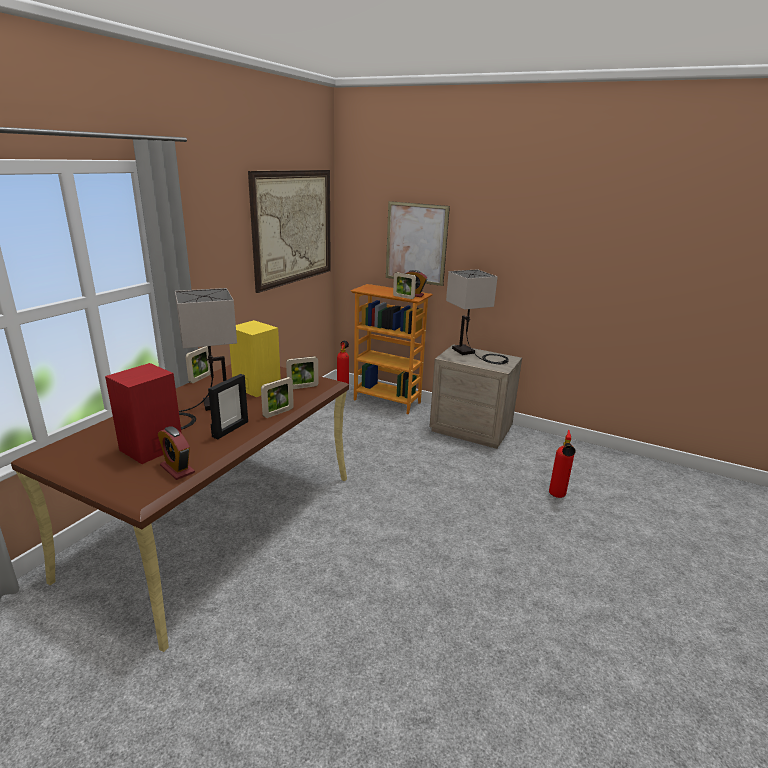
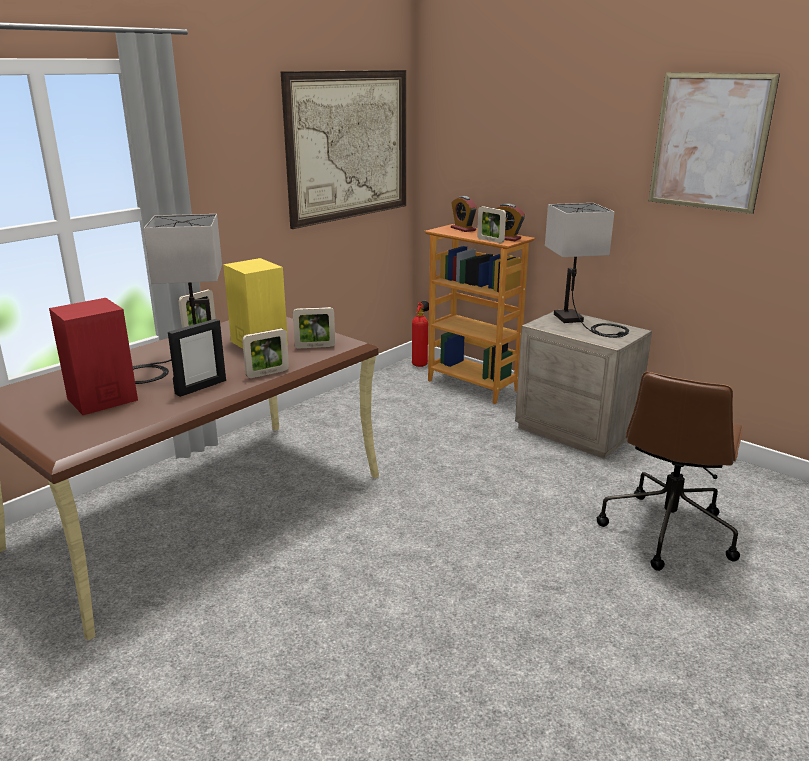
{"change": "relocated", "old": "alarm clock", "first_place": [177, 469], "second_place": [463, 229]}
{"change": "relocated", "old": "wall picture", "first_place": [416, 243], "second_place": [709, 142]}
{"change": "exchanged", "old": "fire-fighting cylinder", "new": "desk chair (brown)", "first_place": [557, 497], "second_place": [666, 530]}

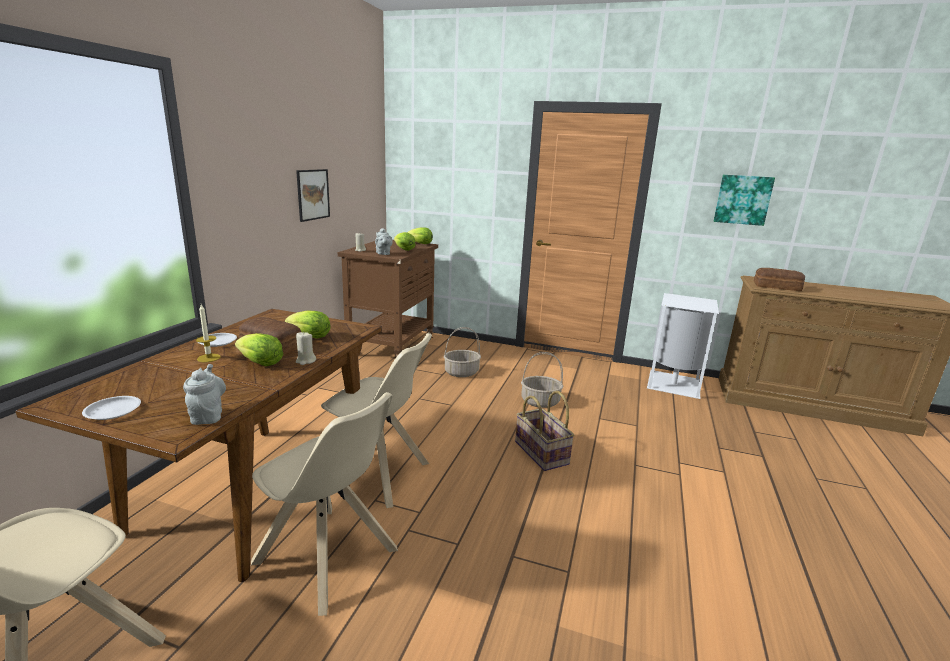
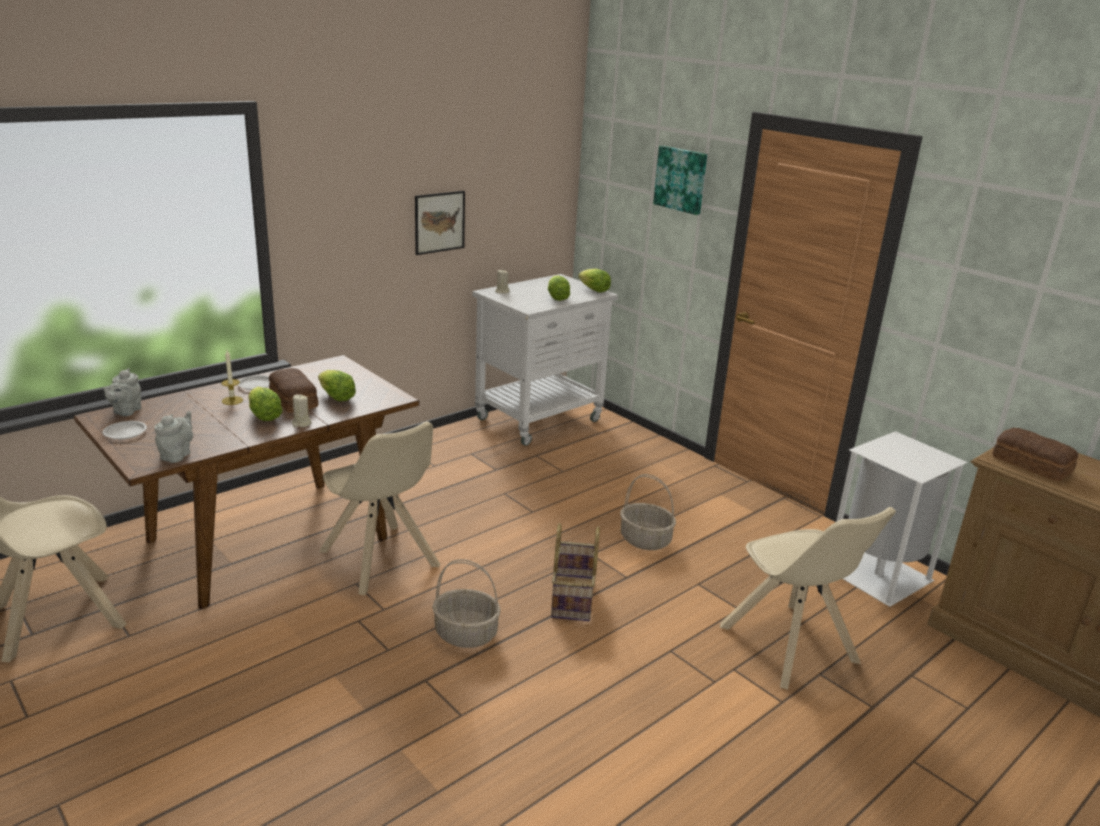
{"change": "relocated", "old": "plain chair (beige)", "first_place": [329, 558], "second_place": [791, 647]}
{"change": "relocated", "old": "teapot (grey)", "first_place": [383, 253], "second_place": [126, 411]}
{"change": "relocated", "old": "household basket", "first_place": [462, 372], "second_place": [466, 634]}
{"change": "relocated", "old": "wall picture", "first_place": [742, 199], "second_place": [681, 179]}
{"change": "colour", "old": "cart (brown)", "new": "cart (white)", "first_place": [392, 347], "second_place": [540, 420]}

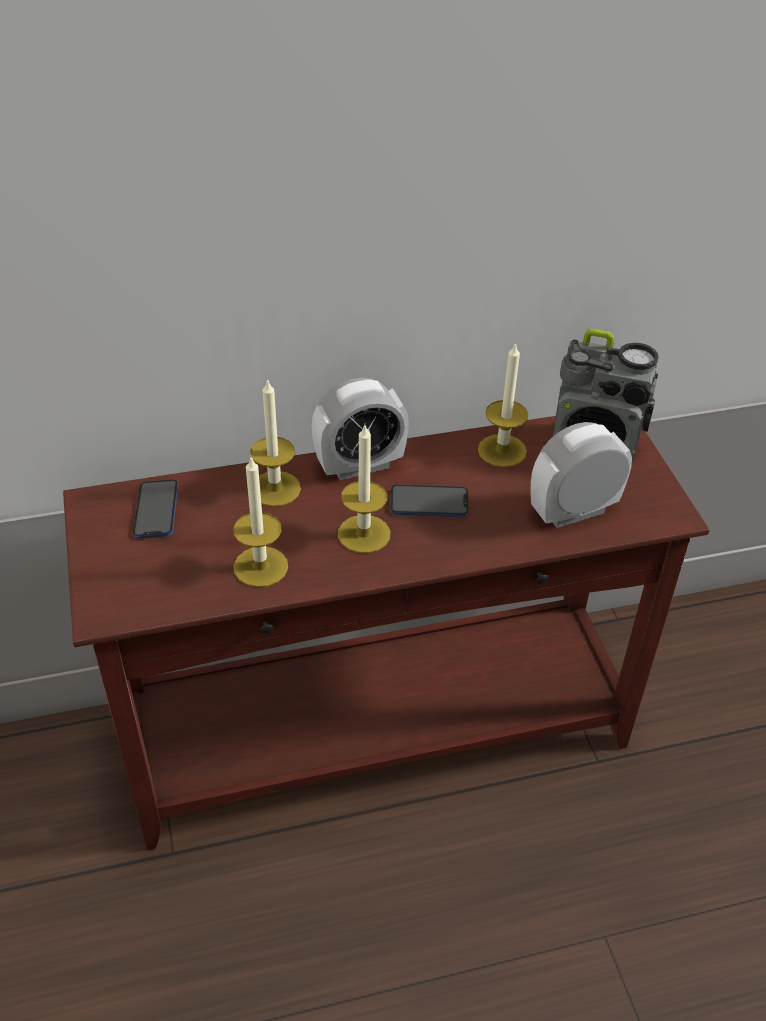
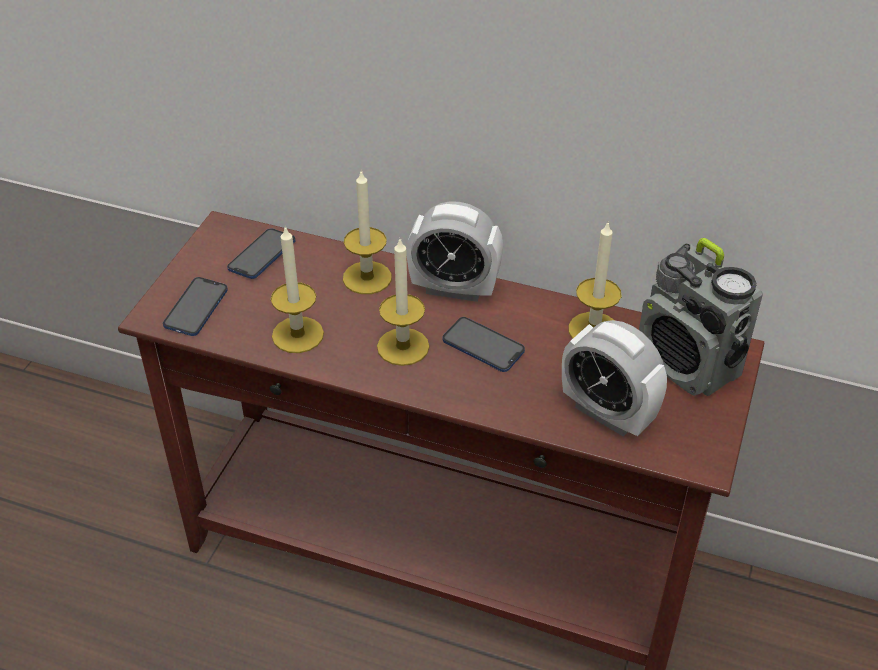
{"change": "appeared", "new": "handset", "second_place": [196, 308]}
{"change": "spun", "old": "alarm clock", "first_place": [573, 512], "second_place": [607, 413], "degrees": -150}

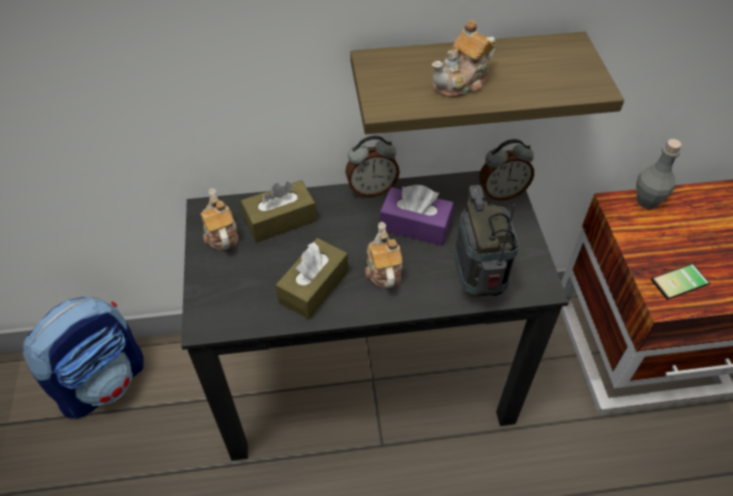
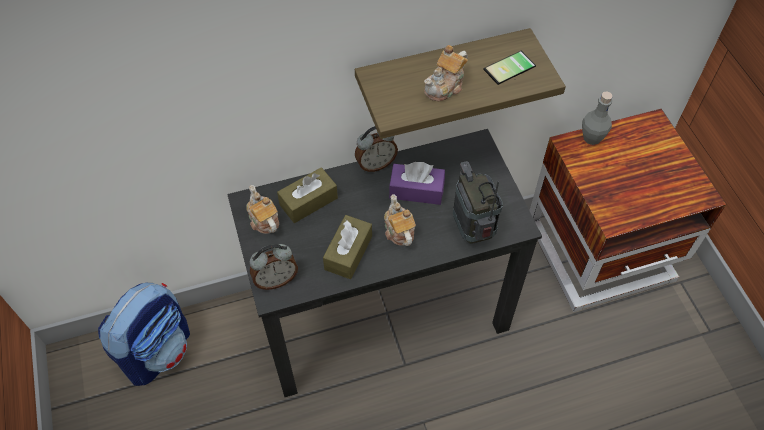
{"change": "relocated", "old": "alarm clock", "first_place": [501, 192], "second_place": [276, 280]}
{"change": "relocated", "old": "handset", "first_place": [681, 284], "second_place": [511, 69]}

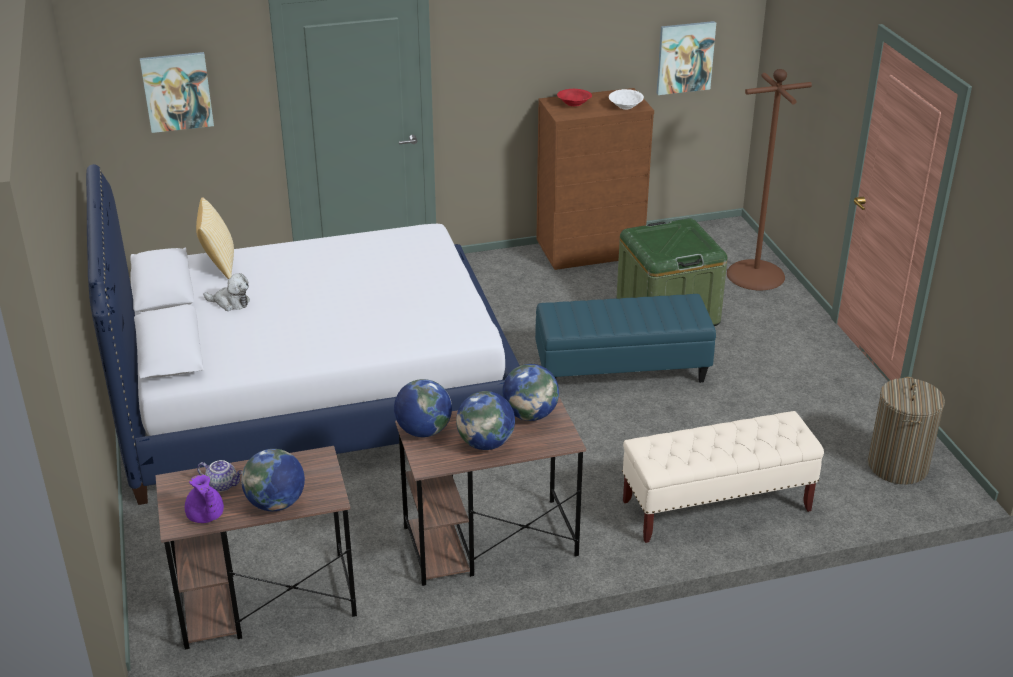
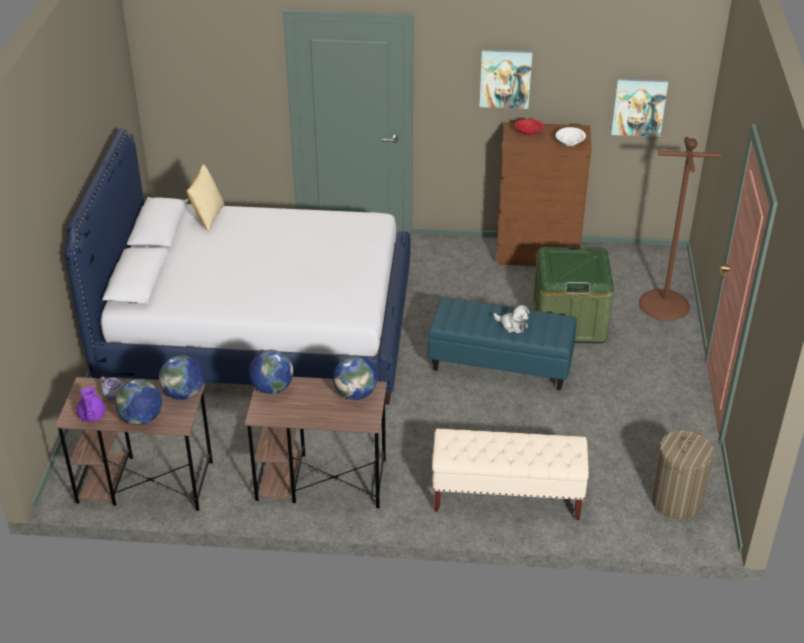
{"change": "relocated", "old": "wall picture", "first_place": [177, 91], "second_place": [505, 78]}
{"change": "relocated", "old": "plush toy", "first_place": [230, 303], "second_place": [512, 325]}
{"change": "relocated", "old": "world globe", "first_place": [486, 443], "second_place": [184, 394]}

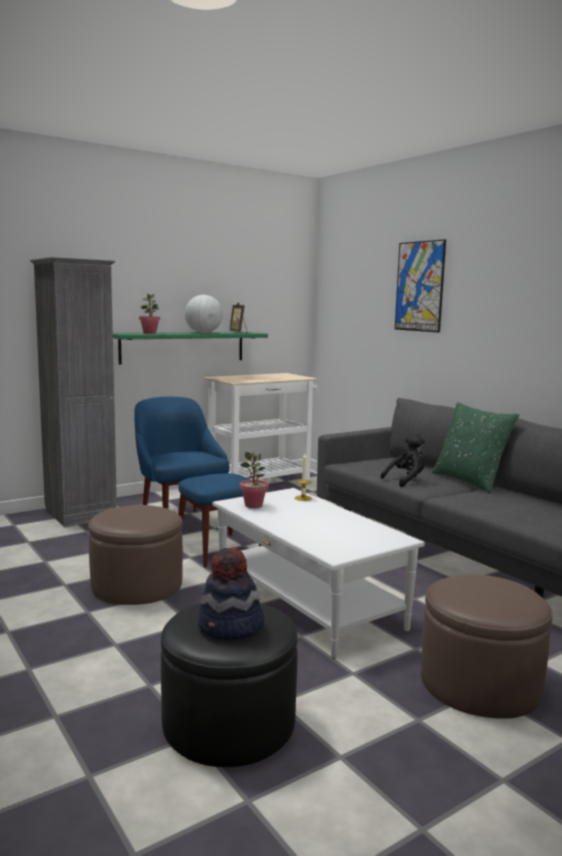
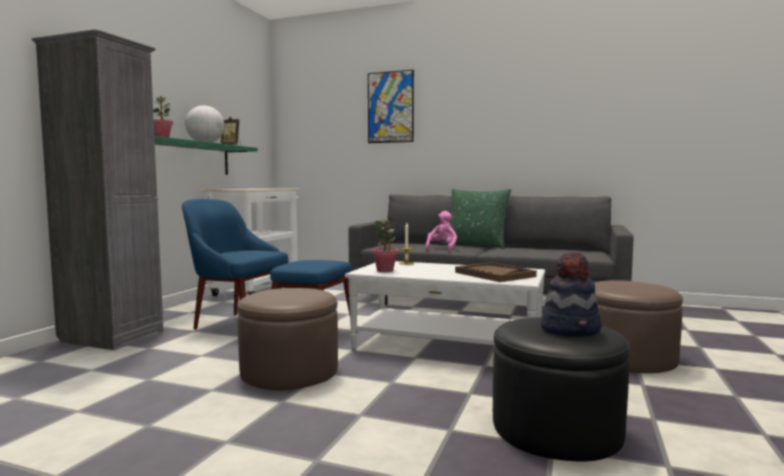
{"change": "appeared", "new": "carrying tray (brown)", "second_place": [494, 274]}
{"change": "colour", "old": "plush toy (black)", "new": "plush toy (pink)", "first_place": [406, 480], "second_place": [442, 249]}

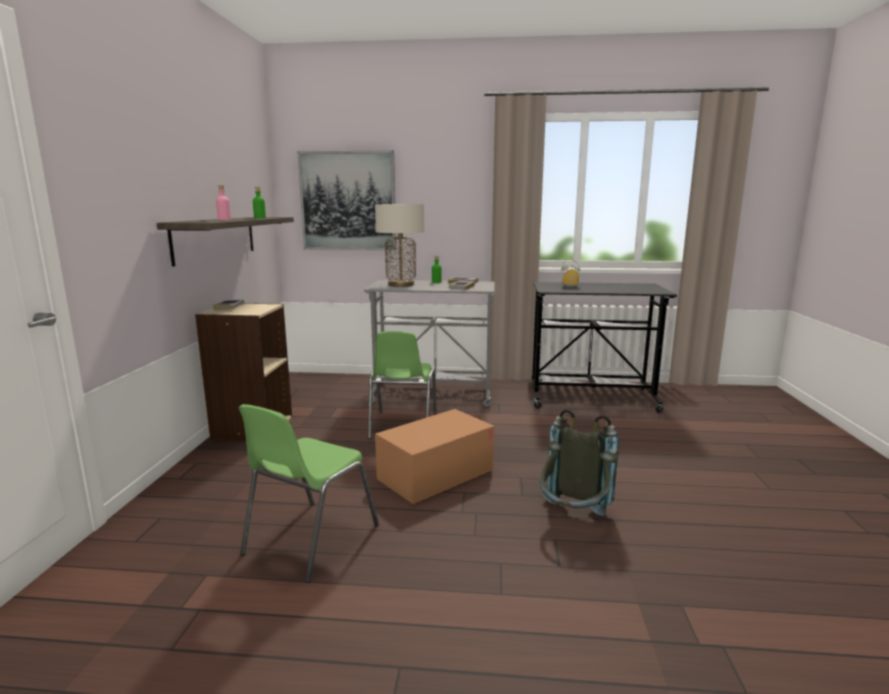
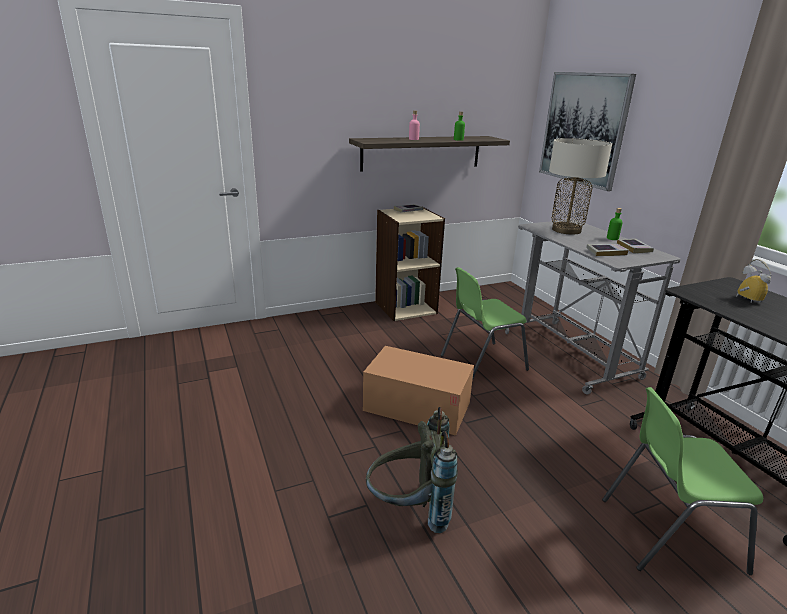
{"change": "relocated", "old": "plain chair (greenish)", "first_place": [309, 540], "second_place": [667, 532]}

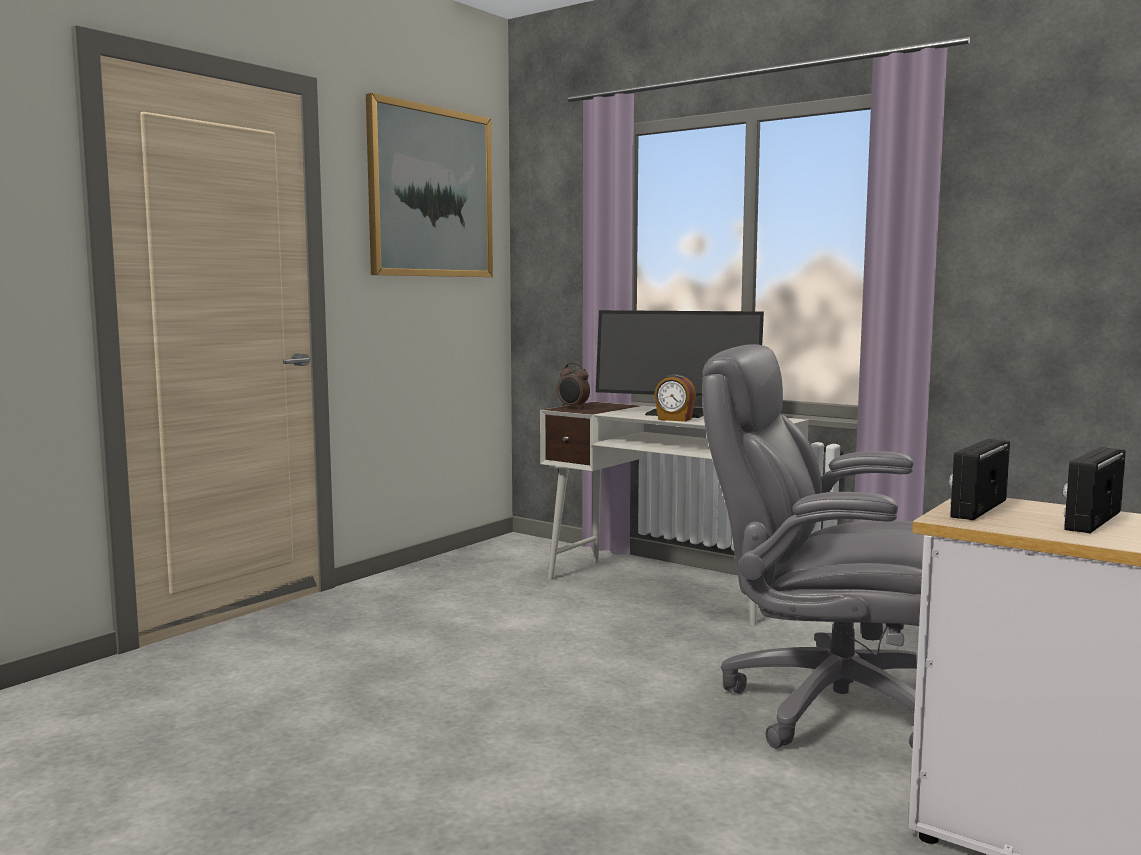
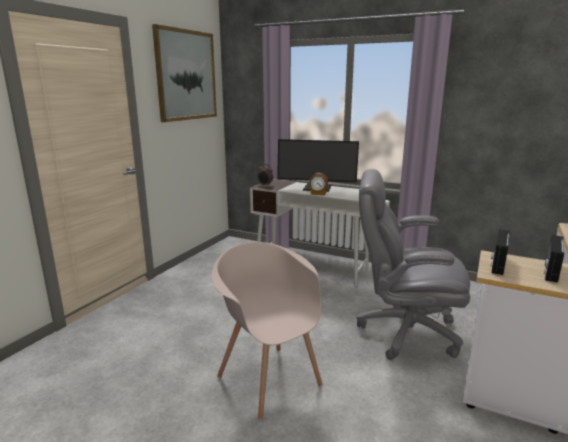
{"change": "appeared", "new": "plain chair (beige)", "second_place": [269, 379]}

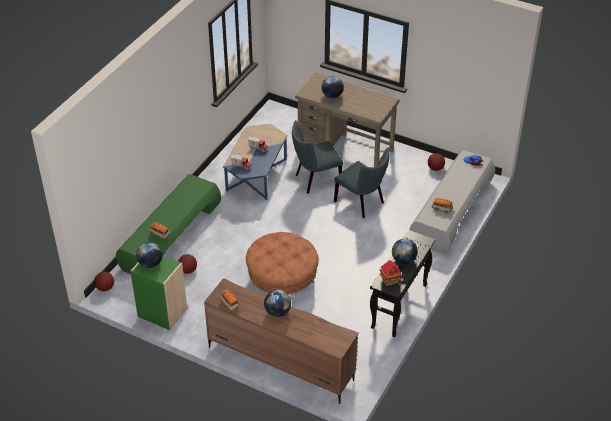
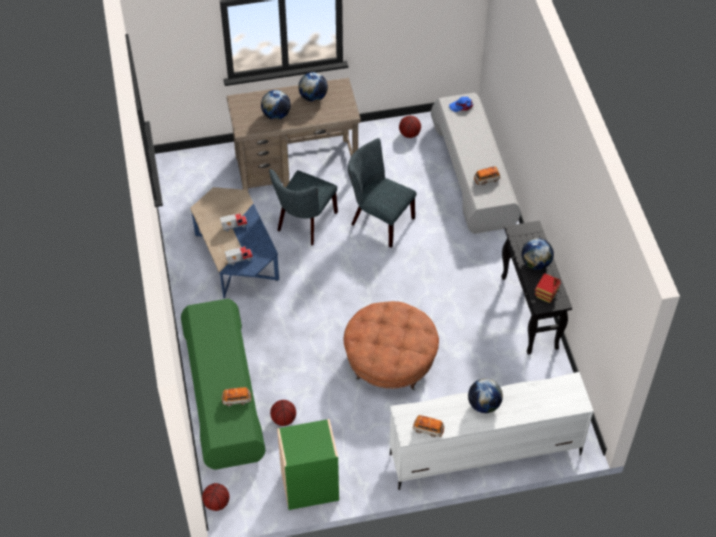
{"change": "relocated", "old": "world globe", "first_place": [150, 264], "second_place": [313, 97]}
{"change": "colour", "old": "dresser (brown)", "new": "dresser (white)", "first_place": [280, 362], "second_place": [484, 453]}
{"change": "spun", "old": "plain chair (grey)", "first_place": [362, 203], "second_place": [378, 220], "degrees": -150}

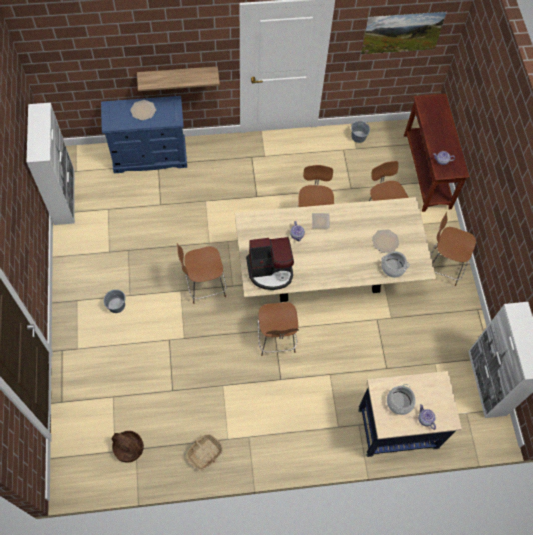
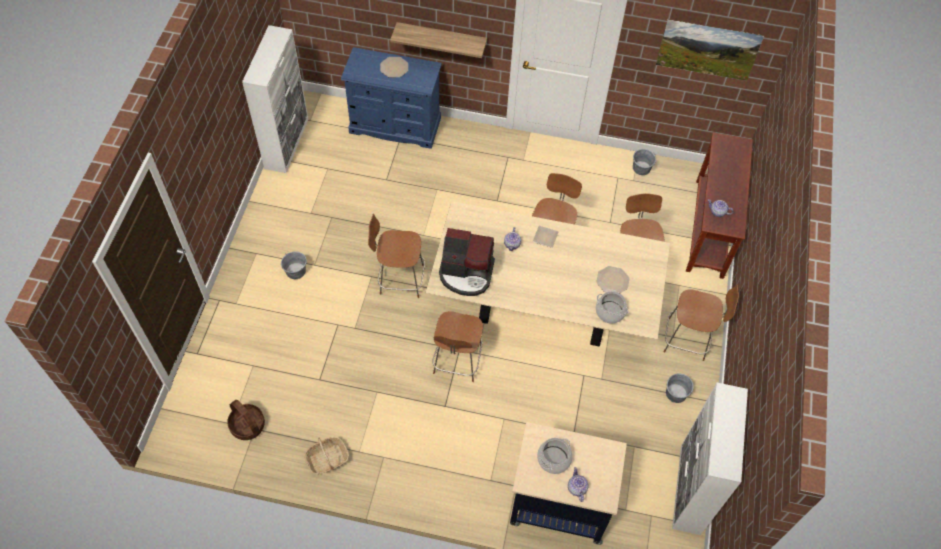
{"change": "appeared", "new": "water bucket (grey)", "second_place": [675, 393]}
{"change": "spun", "old": "plain chair (brown)", "first_place": [443, 266], "second_place": [688, 339], "degrees": 150}

